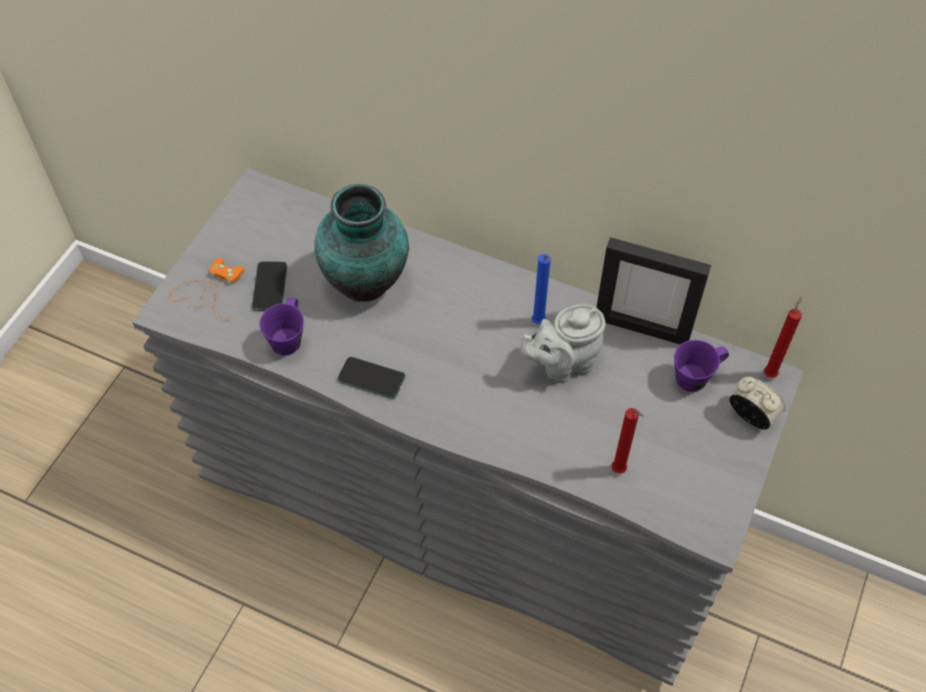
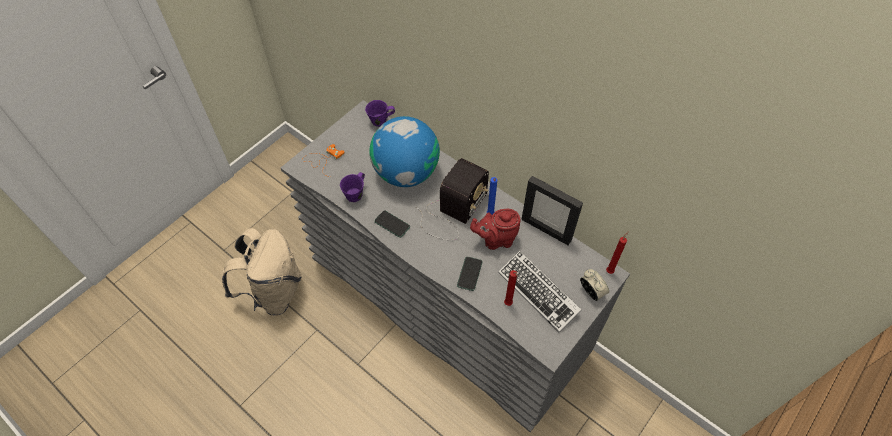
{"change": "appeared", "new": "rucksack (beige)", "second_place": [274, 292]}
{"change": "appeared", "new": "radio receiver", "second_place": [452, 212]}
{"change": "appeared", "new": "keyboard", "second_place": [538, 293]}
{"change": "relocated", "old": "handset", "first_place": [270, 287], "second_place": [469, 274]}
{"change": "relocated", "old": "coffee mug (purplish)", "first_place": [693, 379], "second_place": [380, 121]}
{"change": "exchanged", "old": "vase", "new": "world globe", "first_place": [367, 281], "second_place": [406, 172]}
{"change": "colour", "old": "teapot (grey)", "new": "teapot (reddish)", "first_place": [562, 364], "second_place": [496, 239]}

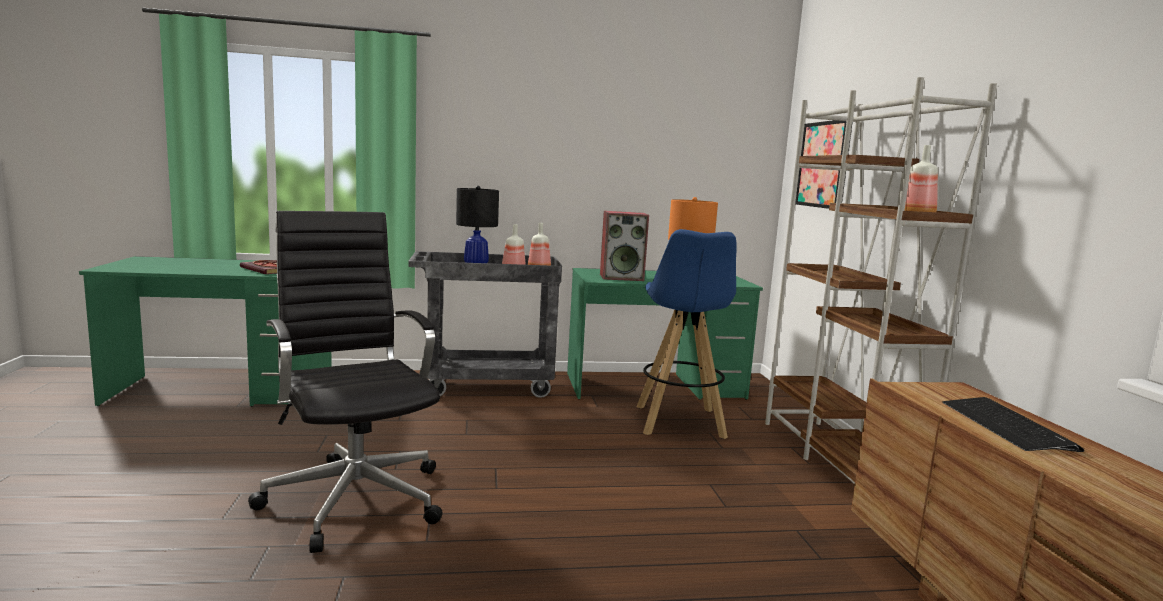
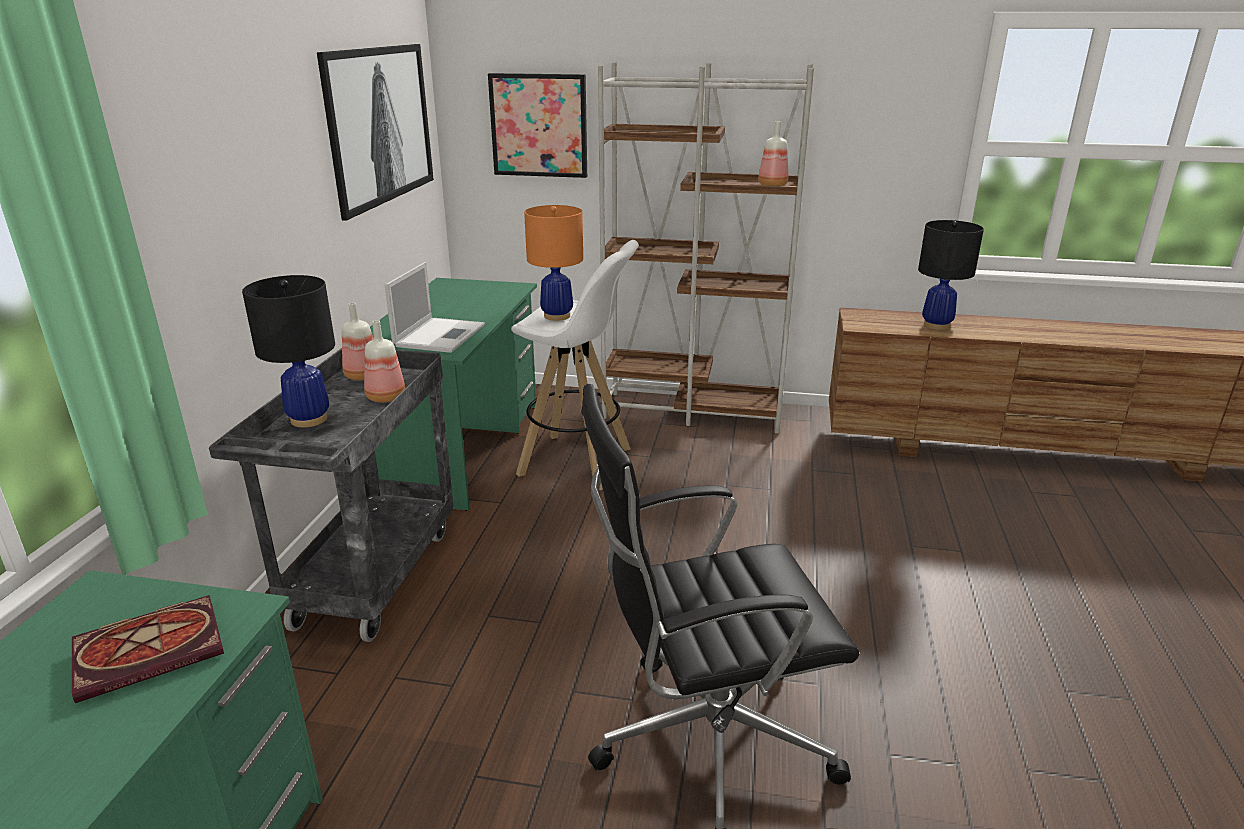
{"change": "appeared", "new": "wall picture", "second_place": [381, 125]}
{"change": "exchanged", "old": "audio speaker", "new": "portable computer", "first_place": [622, 277], "second_place": [440, 335]}
{"change": "exchanged", "old": "keyboard", "new": "lamp for a table (black)", "first_place": [1006, 426], "second_place": [936, 325]}
{"change": "colour", "old": "sitting stool (blue-coloured)", "new": "sitting stool (white)", "first_place": [679, 423], "second_place": [578, 462]}

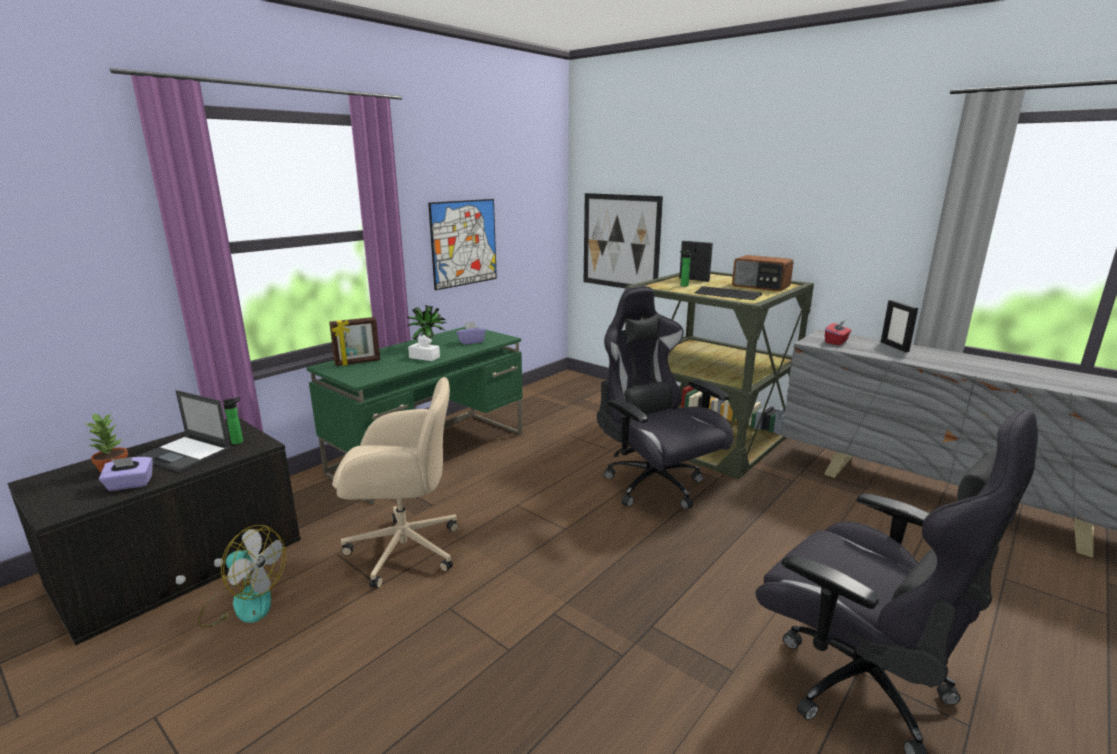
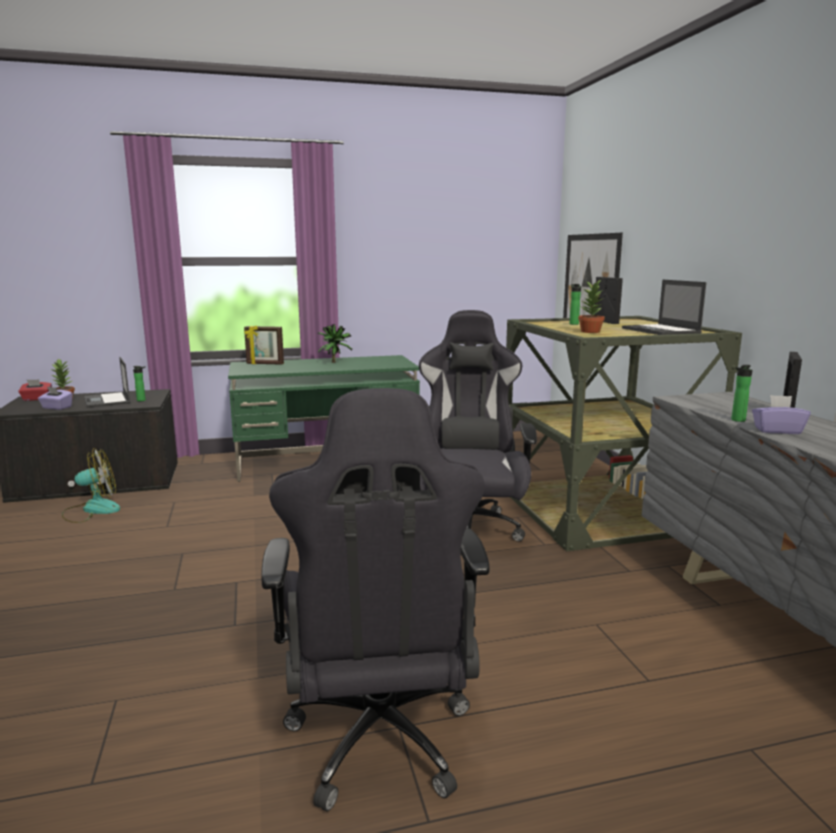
{"change": "missing", "old": "desk chair (beige)", "first_place": [404, 551]}
{"change": "missing", "old": "box of tissues (white)", "first_place": [424, 357]}
{"change": "missing", "old": "wall picture", "first_place": [464, 243]}
{"change": "appeared", "new": "drink bottle", "second_place": [737, 420]}
{"change": "relocated", "old": "box of tissues (purplish)", "first_place": [471, 342], "second_place": [777, 430]}
{"change": "relocated", "old": "box of tissues (reddish)", "first_place": [836, 342], "second_place": [36, 399]}
{"change": "exchanged", "old": "keyboard", "new": "houseplant", "first_place": [727, 294], "second_place": [590, 332]}
{"change": "exchanged", "old": "radio receiver", "new": "portable computer", "first_place": [760, 286], "second_place": [661, 330]}
{"change": "spun", "old": "electric fan", "first_place": [243, 602], "second_place": [92, 510], "degrees": -75}

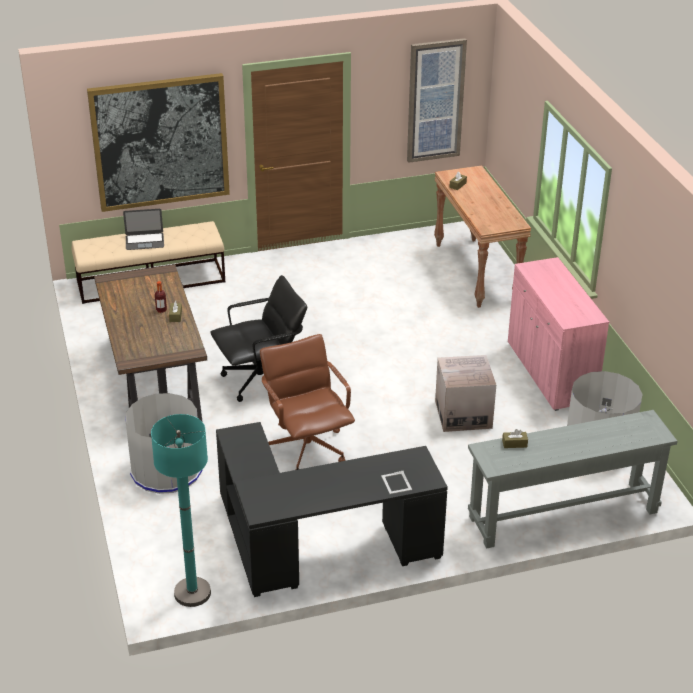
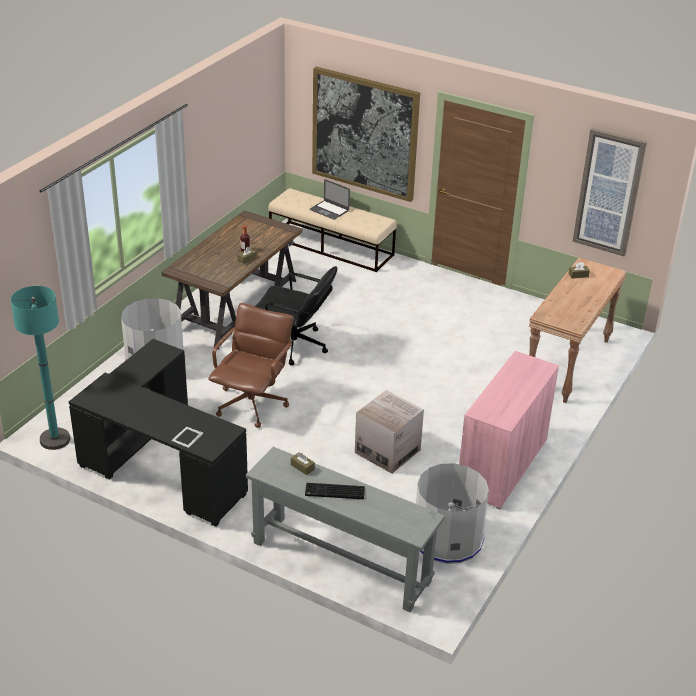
{"change": "appeared", "new": "keyboard", "second_place": [334, 492]}

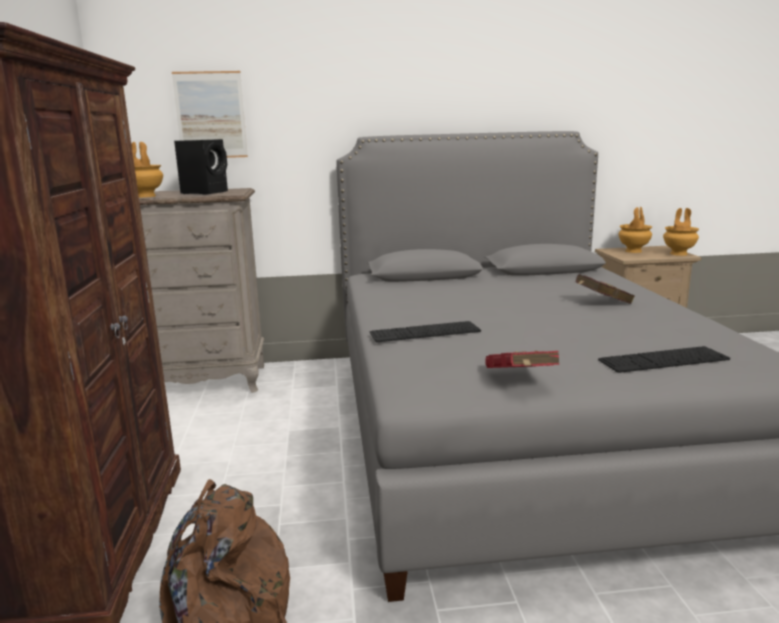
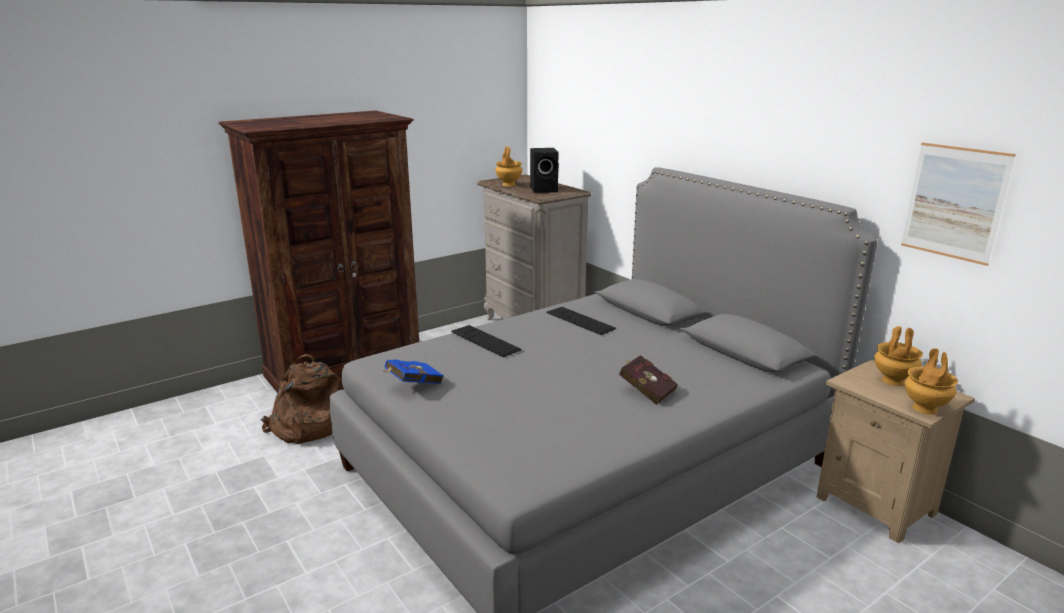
{"change": "relocated", "old": "wall picture", "first_place": [210, 115], "second_place": [954, 202]}
{"change": "relocated", "old": "keyboard", "first_place": [663, 360], "second_place": [580, 320]}
{"change": "colour", "old": "bound book (reddish)", "new": "bound book (blue-coloured)", "first_place": [520, 380], "second_place": [412, 384]}

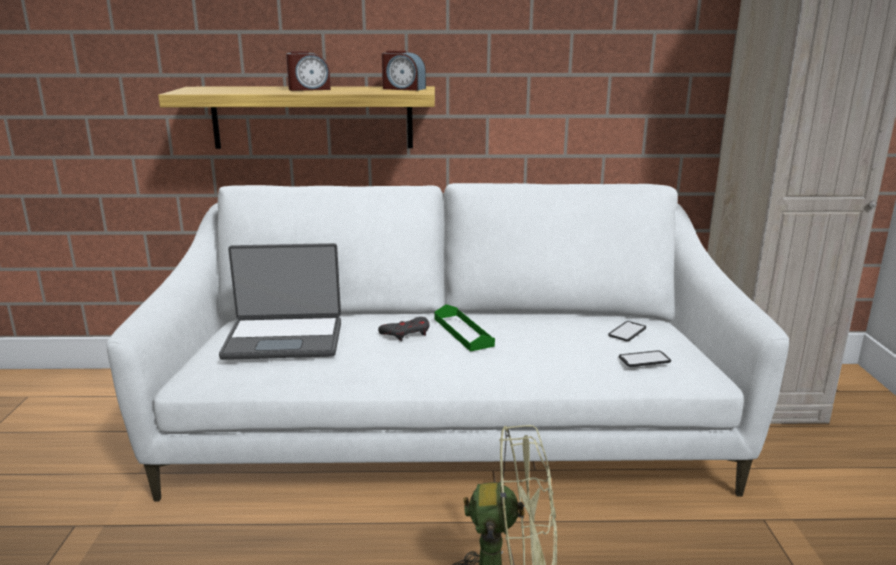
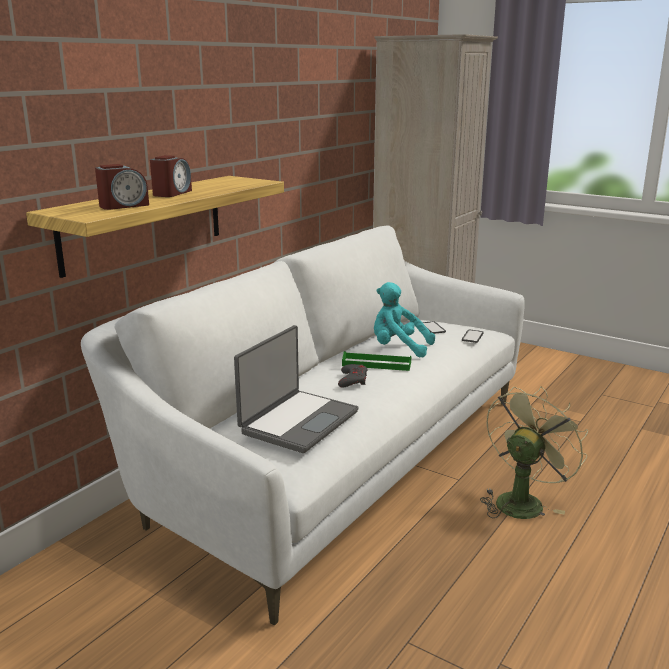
{"change": "appeared", "new": "plush toy (turquoise)", "second_place": [398, 348]}
{"change": "relocated", "old": "alarm clock", "first_place": [403, 89], "second_place": [123, 206]}

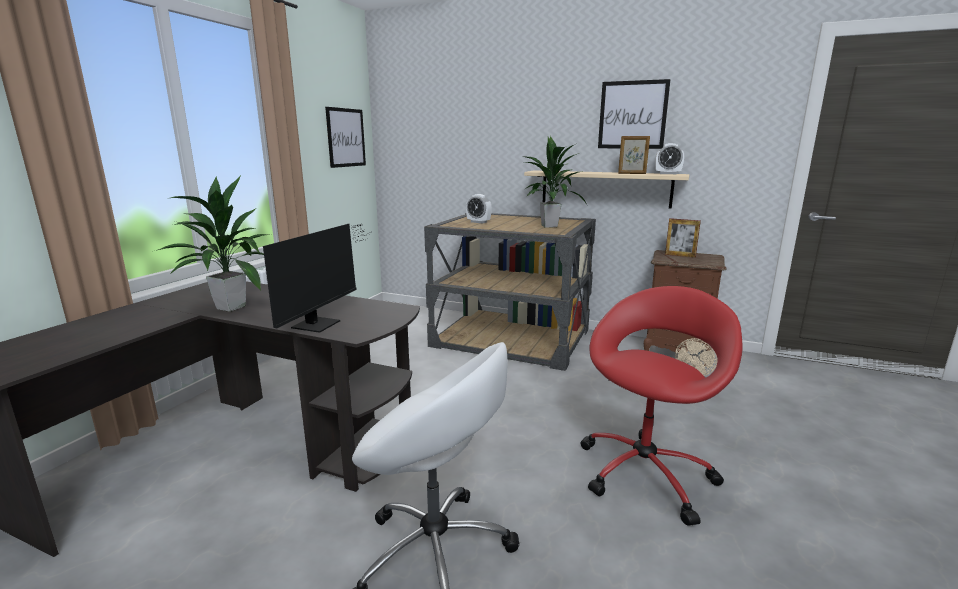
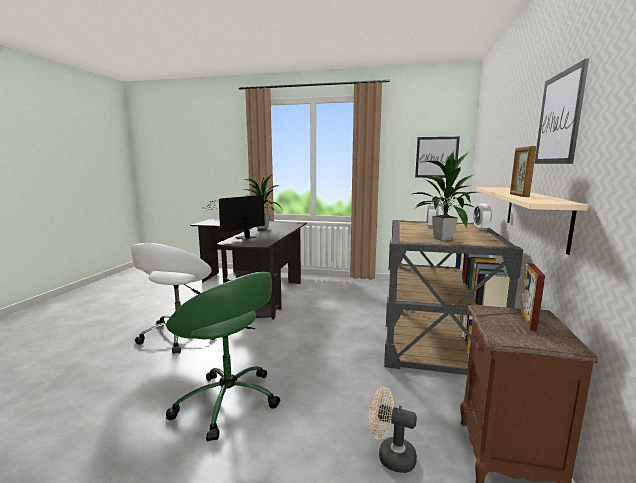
{"change": "relocated", "old": "alarm clock", "first_place": [667, 174], "second_place": [481, 229]}
{"change": "colour", "old": "desk chair (reddish)", "new": "desk chair (greenish)", "first_place": [646, 472], "second_place": [229, 402]}
{"change": "spun", "old": "monitor", "first_place": [321, 322], "second_place": [243, 237], "degrees": 120}

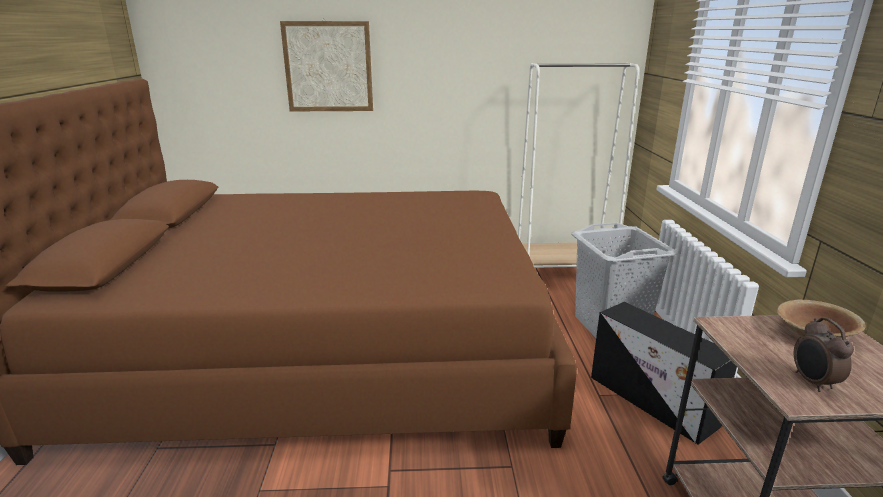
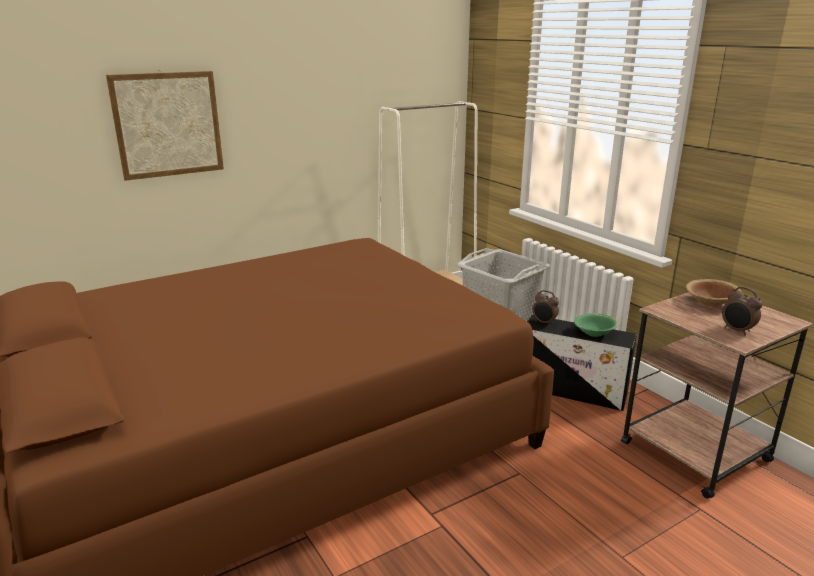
{"change": "appeared", "new": "alarm clock", "second_place": [544, 323]}
{"change": "appeared", "new": "bowl (greenish)", "second_place": [594, 333]}

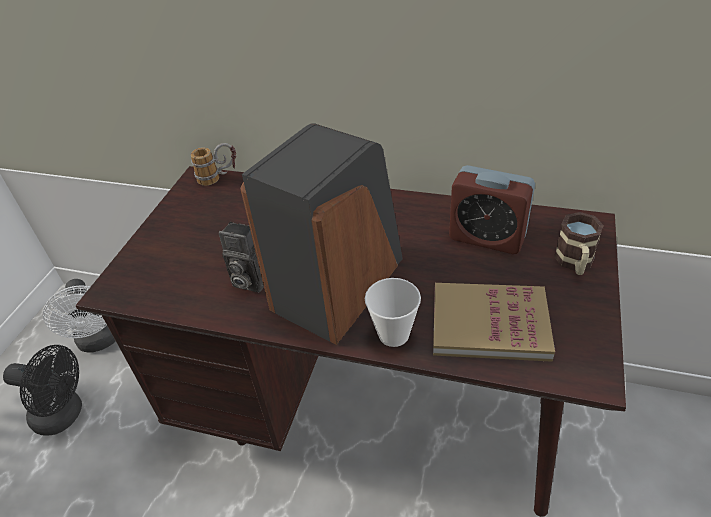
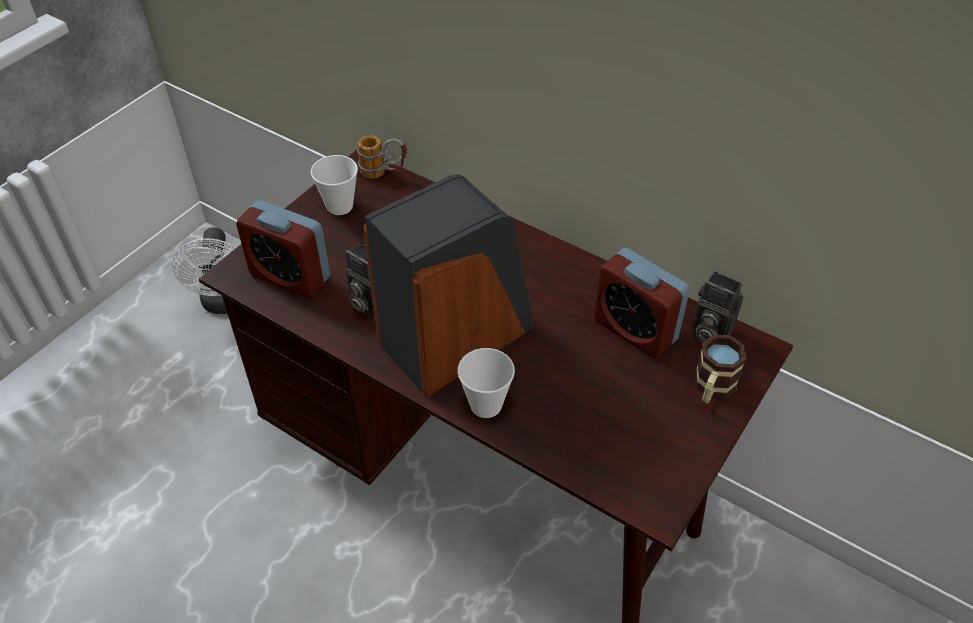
{"change": "missing", "old": "electric fan (black)", "first_place": [65, 415]}
{"change": "missing", "old": "bound book", "first_place": [489, 324]}
{"change": "appeared", "new": "alarm clock", "second_place": [290, 276]}
{"change": "appeared", "new": "drinking cup", "second_place": [339, 206]}
{"change": "appeared", "new": "still camera", "second_place": [708, 332]}

